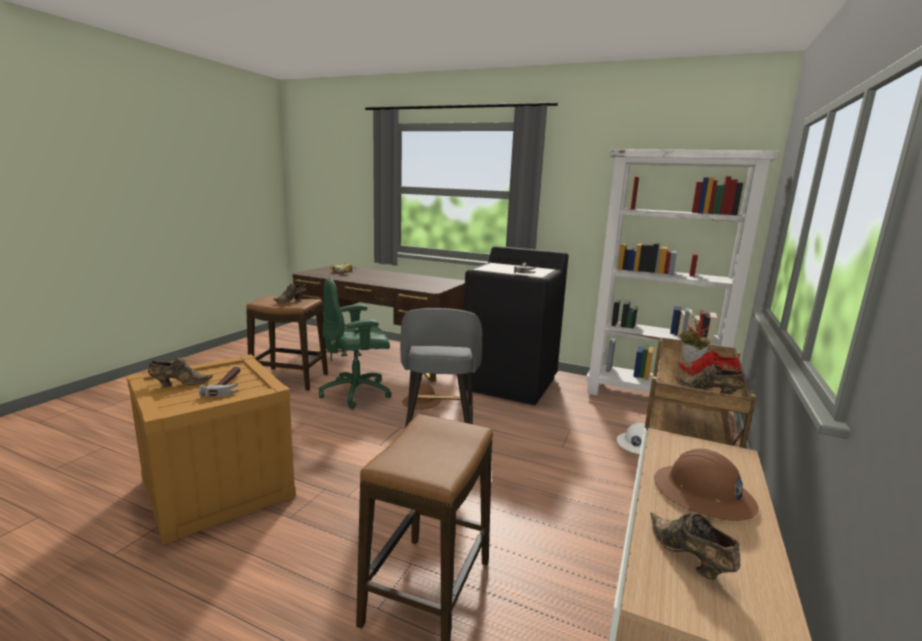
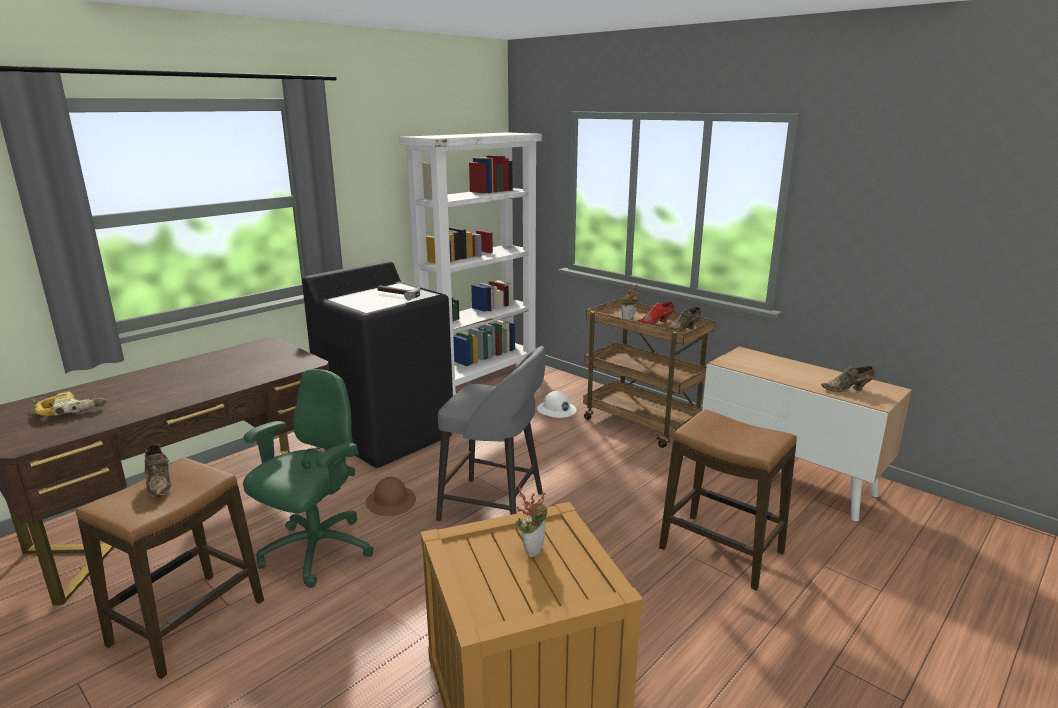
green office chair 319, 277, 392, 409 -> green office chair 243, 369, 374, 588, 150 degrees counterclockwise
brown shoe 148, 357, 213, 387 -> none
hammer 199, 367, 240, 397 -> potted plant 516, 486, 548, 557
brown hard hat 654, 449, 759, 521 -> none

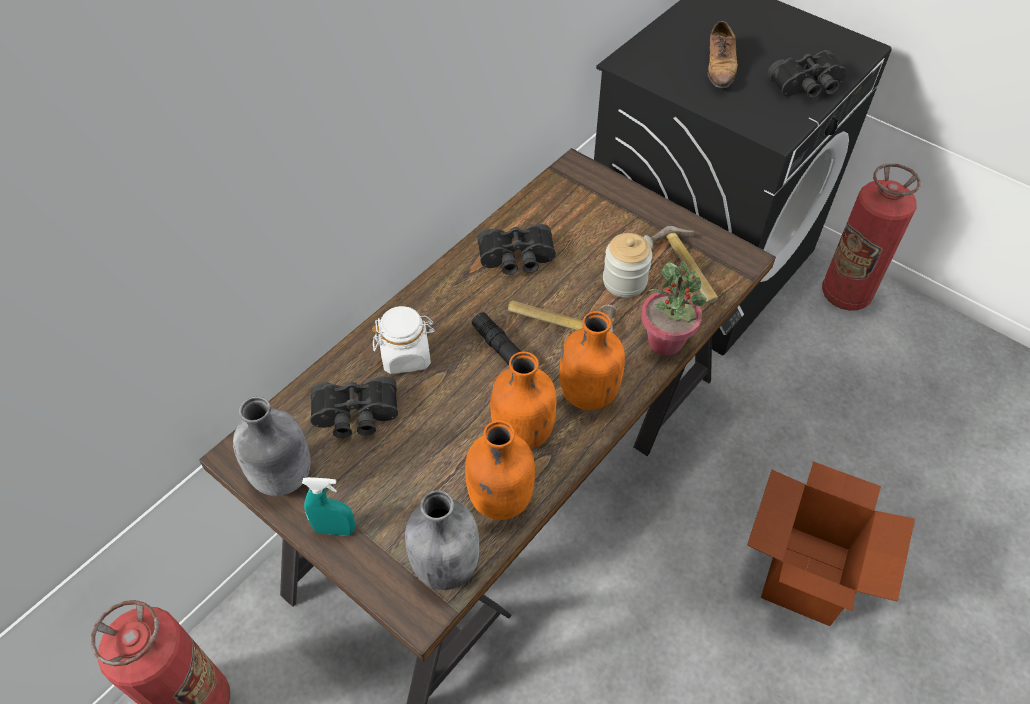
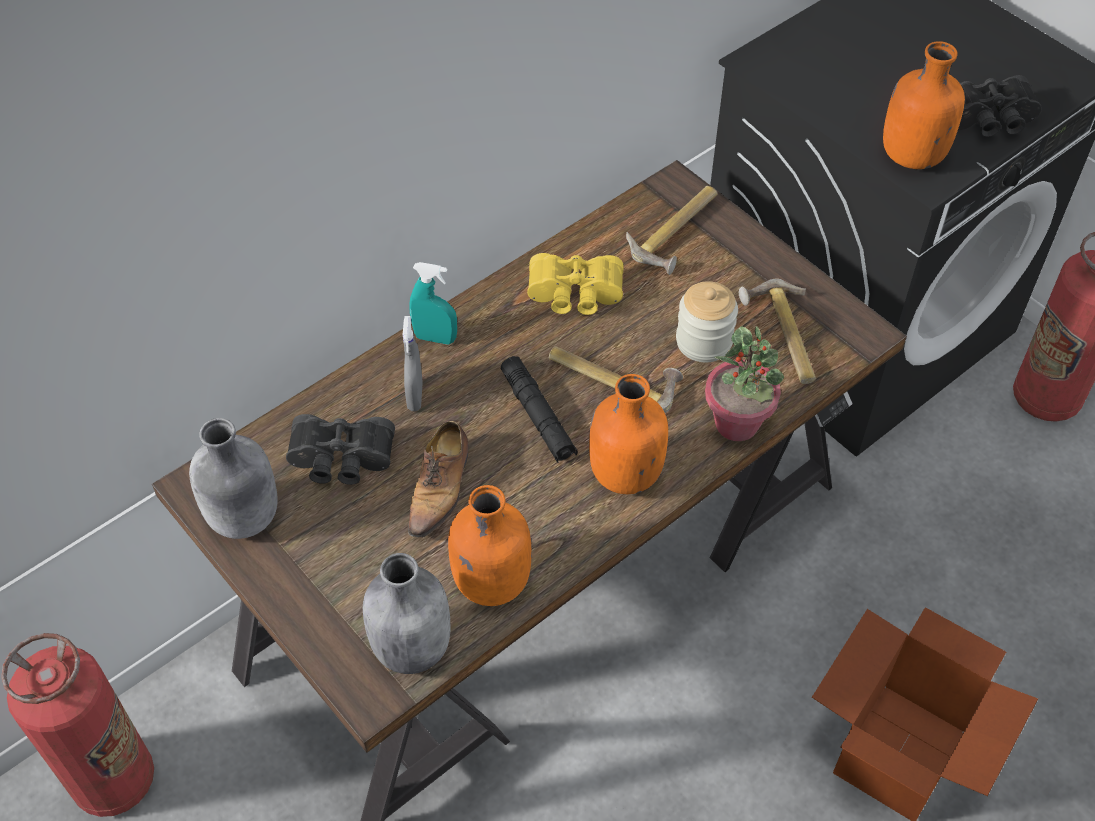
shoe 708, 21, 738, 93 -> shoe 408, 421, 468, 538, shifted
black binoculars 477, 224, 556, 275 -> yellow binoculars 527, 253, 623, 315
white jar 372, 306, 435, 374 -> grey spray bottle 403, 316, 423, 411
orange bottle 490, 352, 556, 450 -> orange bottle 883, 41, 965, 169, shifted
turquoise spray bottle 302, 477, 355, 536 -> turquoise spray bottle 409, 262, 457, 344, shifted
none -> hammer 626, 186, 717, 275

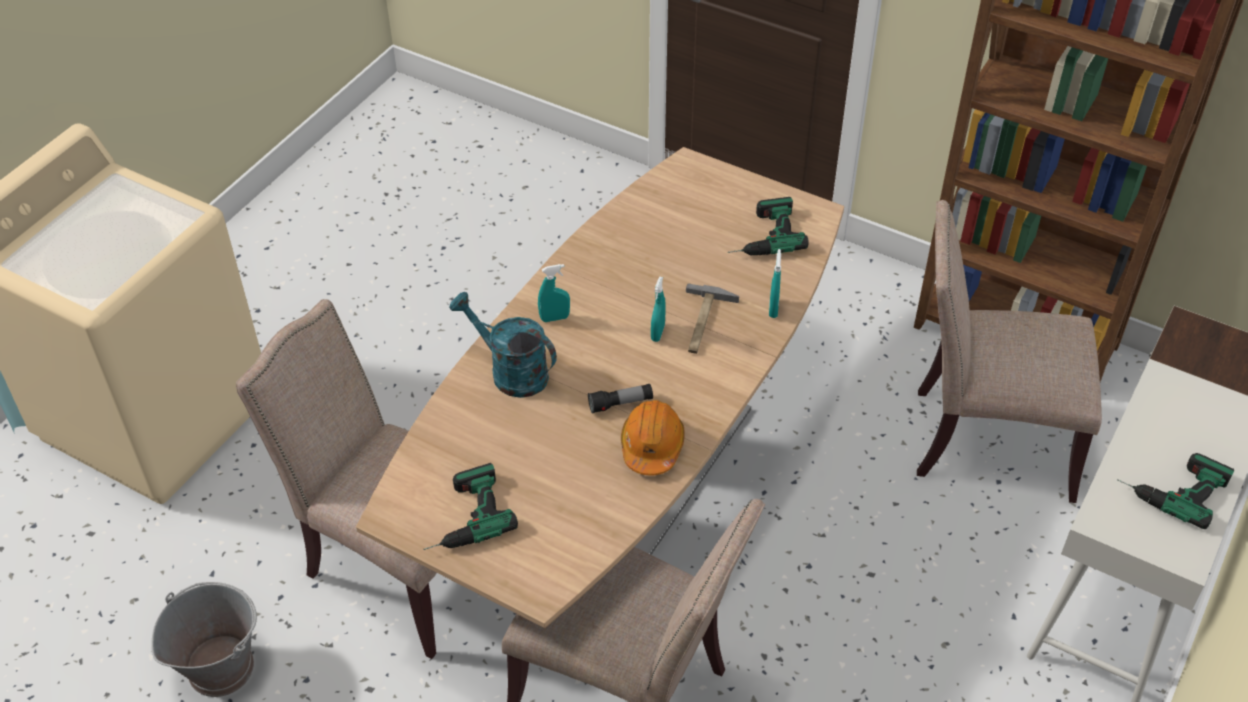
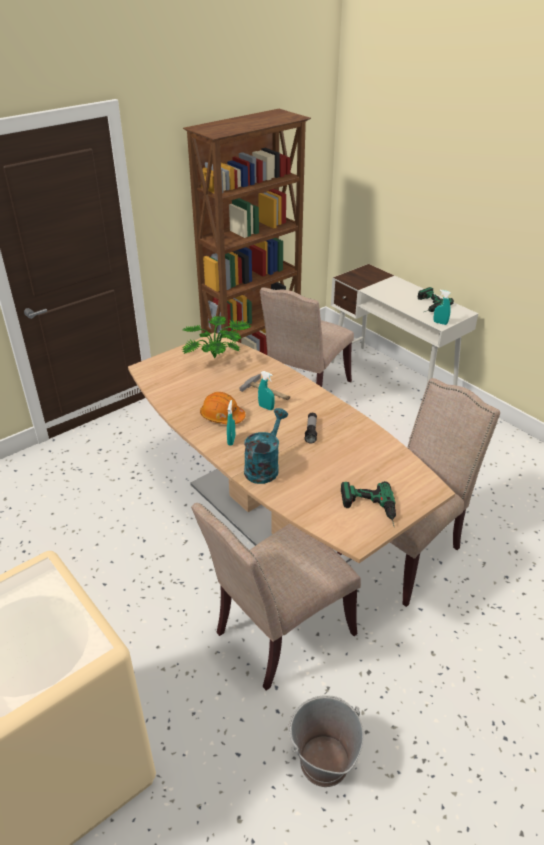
power drill 728, 197, 809, 255 -> potted plant 182, 316, 251, 358
turquoise spray bottle 769, 249, 781, 318 -> turquoise spray bottle 434, 290, 451, 325, shifted
turquoise watering can 449, 292, 557, 398 -> turquoise watering can 244, 408, 288, 484, 150 degrees clockwise
orange hard hat 621, 400, 685, 476 -> orange hard hat 200, 392, 246, 424, shifted

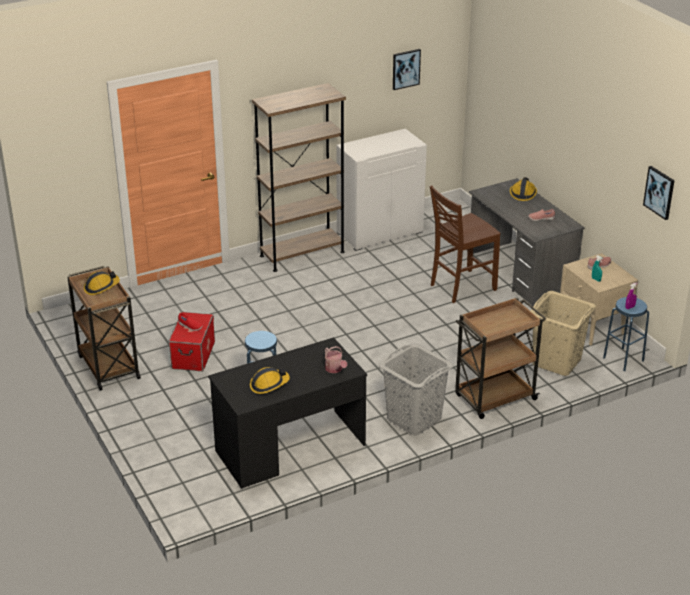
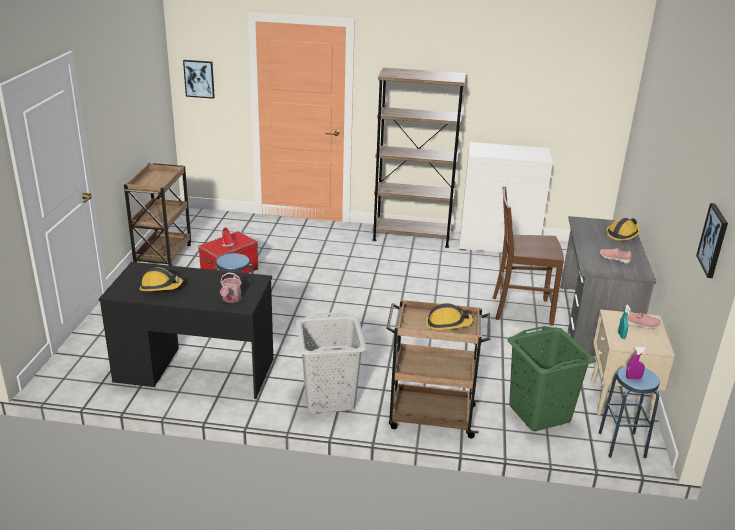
picture 393, 49, 421, 90 -> picture 183, 60, 215, 99, shifted
hard hat 84, 271, 120, 295 -> hard hat 426, 303, 473, 330, shifted
beige laundry basket 531, 291, 596, 376 -> green laundry basket 508, 326, 596, 431

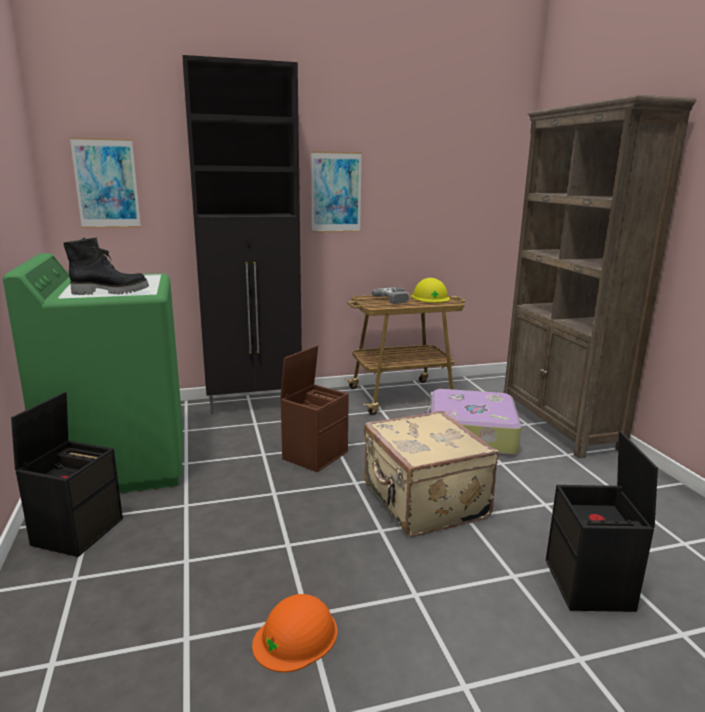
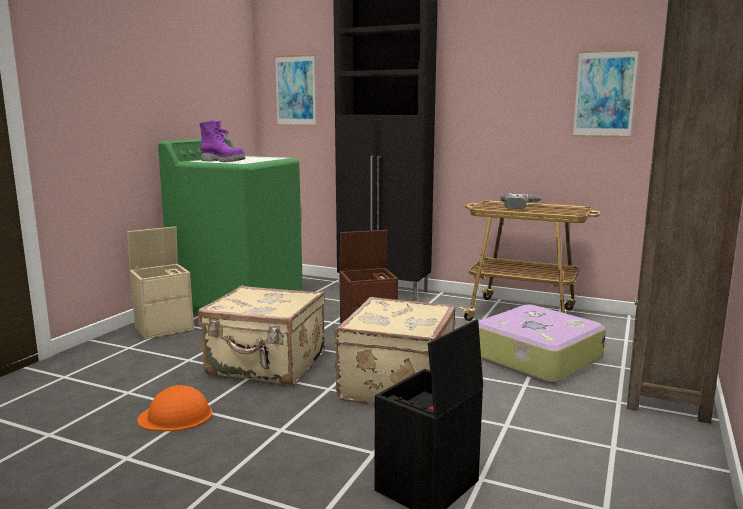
picture 311, 151, 362, 233 -> picture 573, 49, 639, 137, shifted
black boot 63, 237, 149, 295 -> purple boot 199, 120, 246, 162
yellow hard hat 412, 278, 450, 303 -> none
black storage box 11, 392, 123, 557 -> beige storage box 127, 226, 194, 339
none -> beige suitcase 198, 285, 325, 385

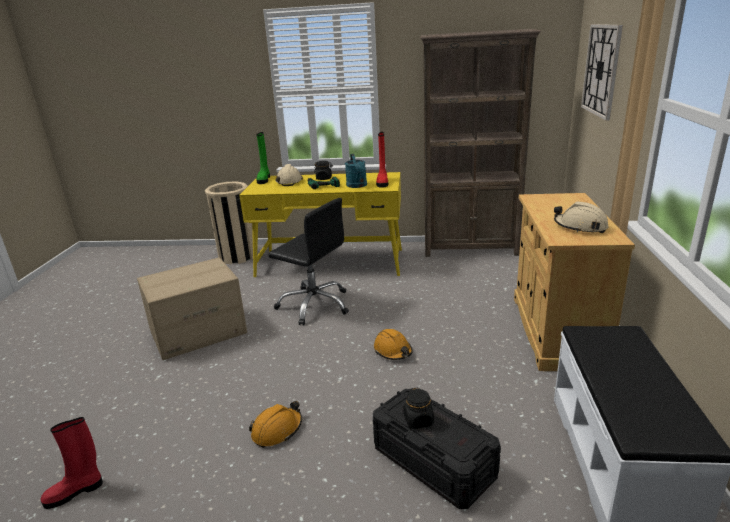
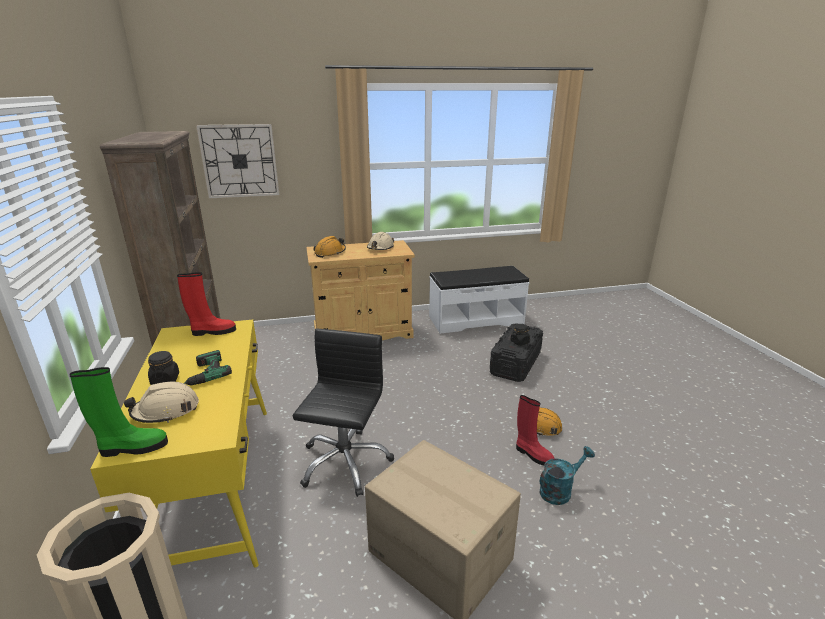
turquoise watering can 345, 154, 367, 188 -> turquoise watering can 540, 446, 595, 505, shifted
orange hard hat 374, 329, 413, 360 -> orange hard hat 313, 236, 346, 258, shifted
red boot 41, 417, 103, 509 -> red boot 516, 395, 555, 466, shifted

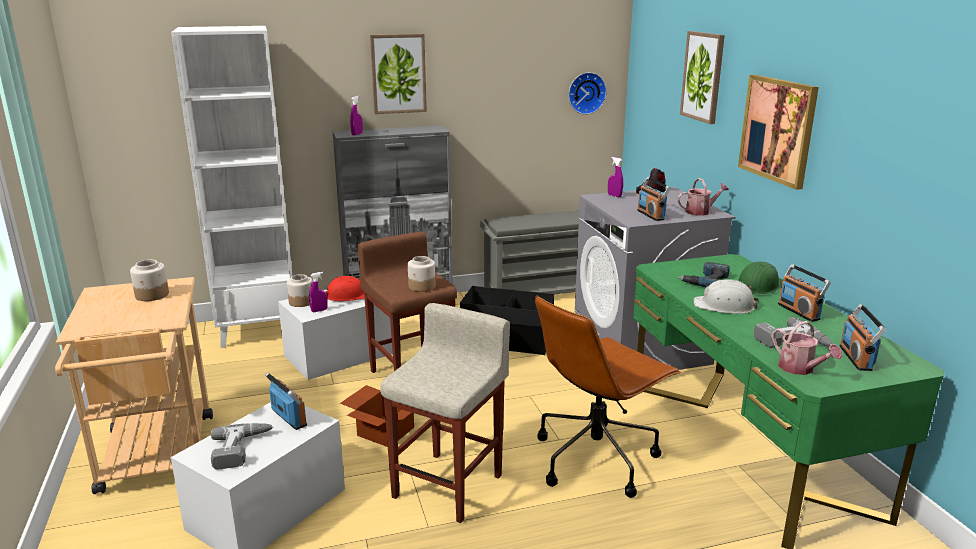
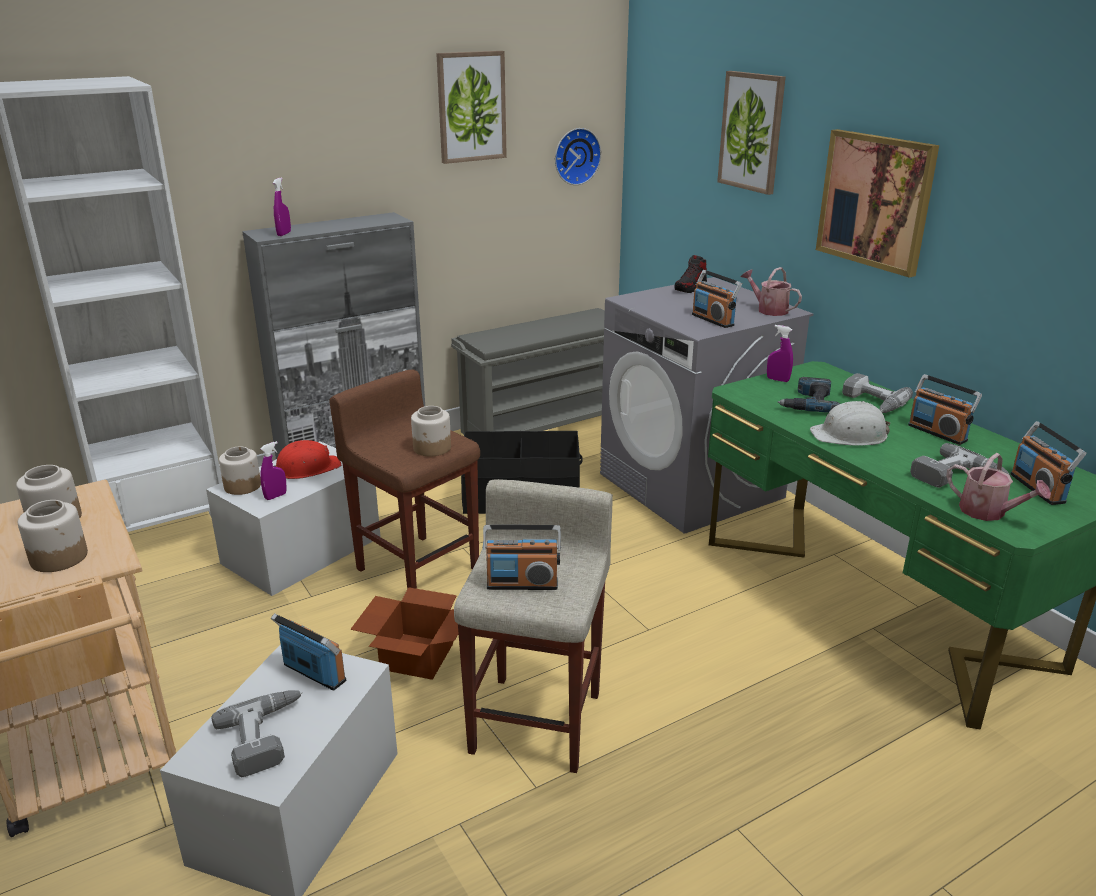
picture 370, 34, 427, 114 -> picture 436, 51, 507, 164, shifted
purple spray bottle 608, 157, 623, 197 -> purple spray bottle 767, 325, 793, 382, shifted
watering can 678, 178, 729, 216 -> watering can 741, 267, 802, 316, 105 degrees counterclockwise
green hard hat 738, 261, 782, 294 -> power drill 842, 373, 913, 413
brown office chair 535, 296, 681, 498 -> none
none -> jar 18, 500, 88, 572
none -> radio 482, 525, 561, 590

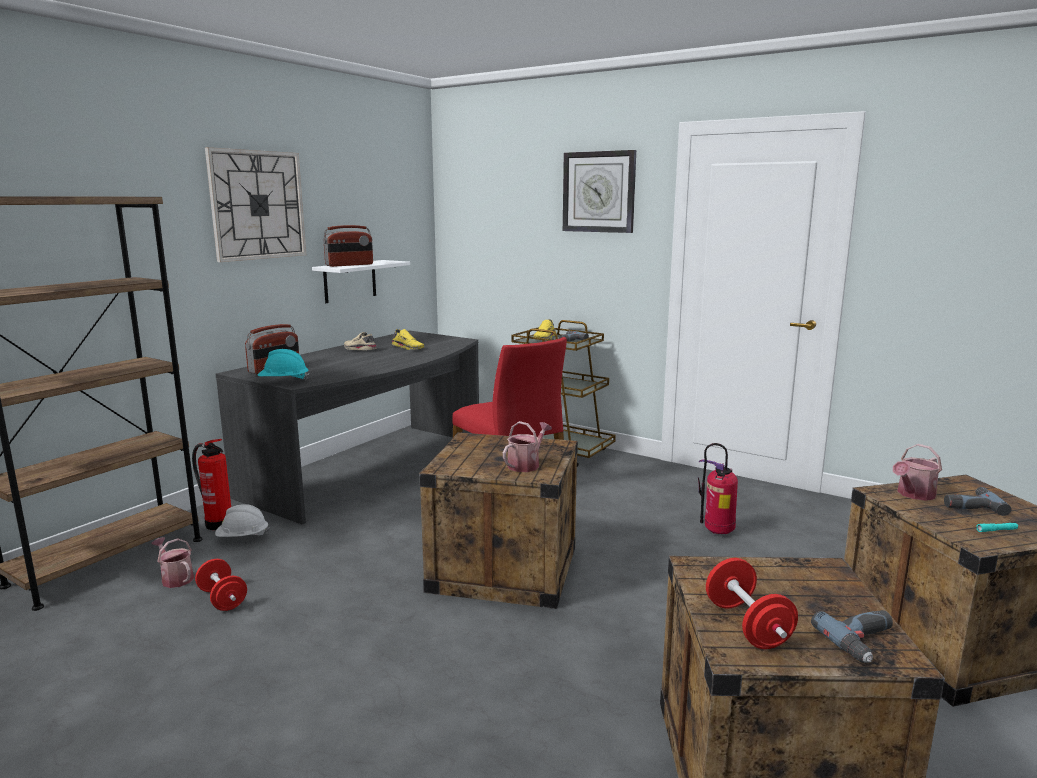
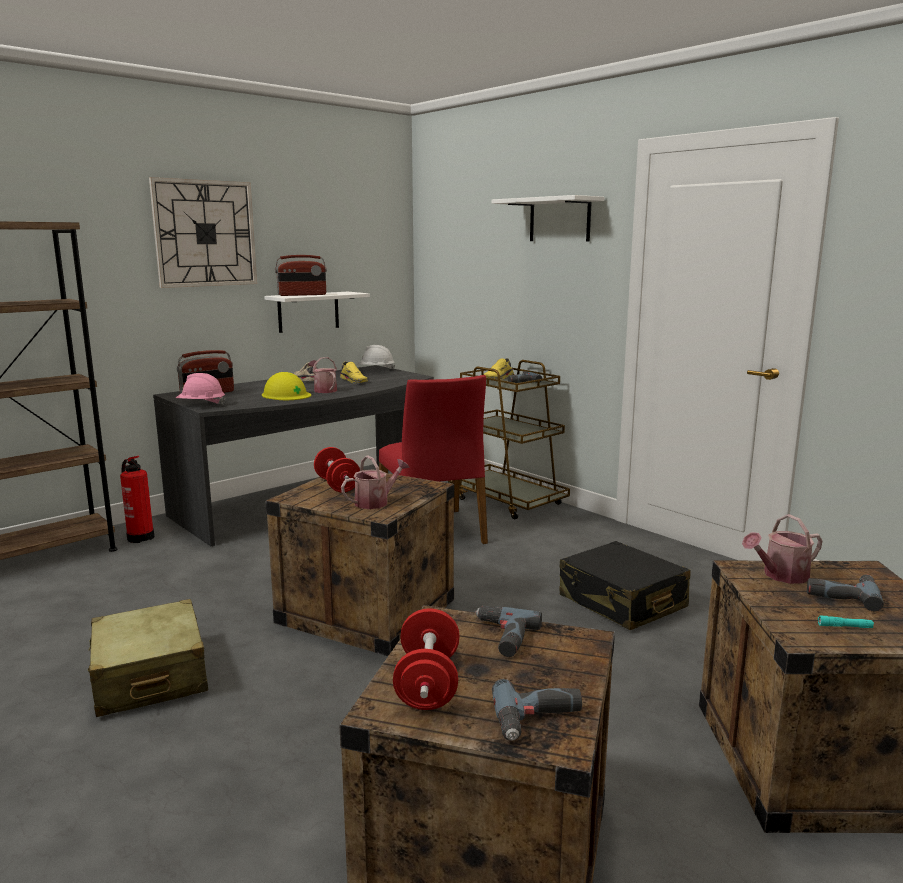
wall clock 563, 150, 636, 233 -> white shelf 491, 195, 604, 241
turquoise hard hat 258, 349, 310, 381 -> pink hard hat 176, 373, 226, 406
fire extinguisher 698, 443, 738, 534 -> black suitcase 560, 541, 691, 630
white hard hat 215, 504, 269, 537 -> white hard hat 357, 345, 395, 370, shifted
watering can 152, 537, 194, 588 -> watering can 308, 357, 337, 393, shifted
red dumbbell 195, 559, 247, 611 -> red dumbbell 314, 447, 360, 493, shifted
none -> yellow hard hat 262, 372, 311, 400
none -> beige suitcase 88, 599, 208, 717
none -> power drill 475, 606, 542, 657

